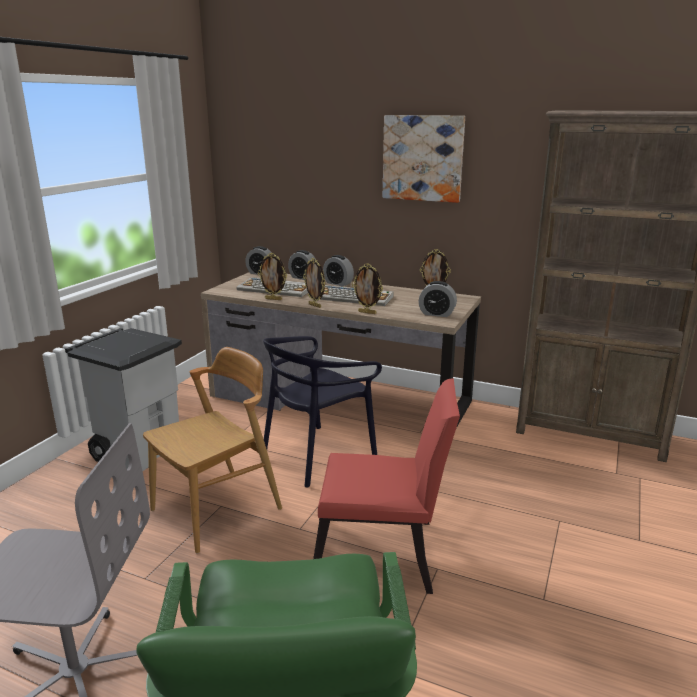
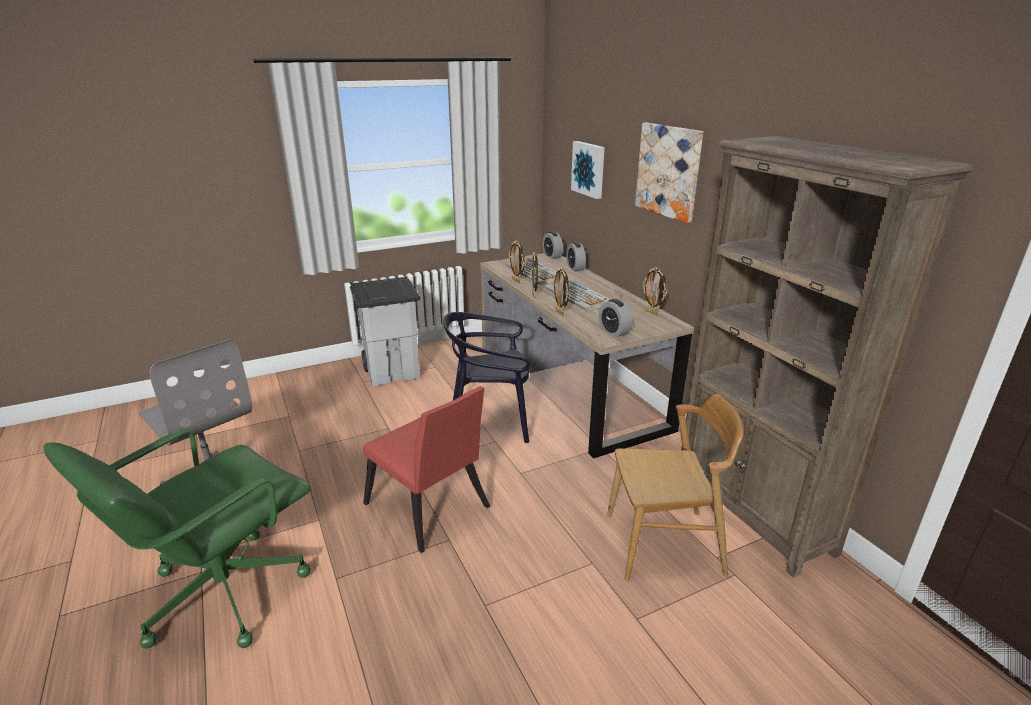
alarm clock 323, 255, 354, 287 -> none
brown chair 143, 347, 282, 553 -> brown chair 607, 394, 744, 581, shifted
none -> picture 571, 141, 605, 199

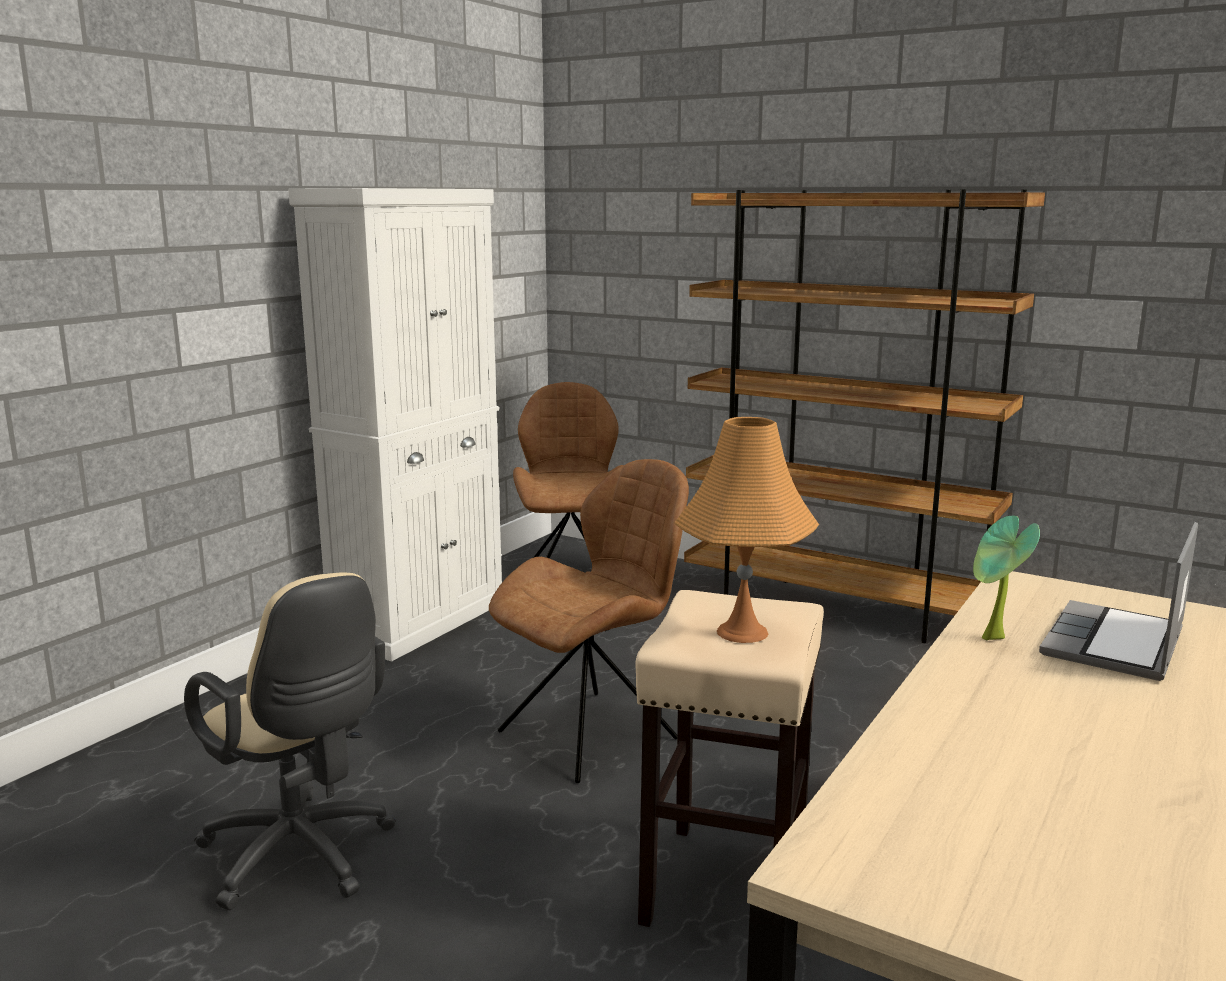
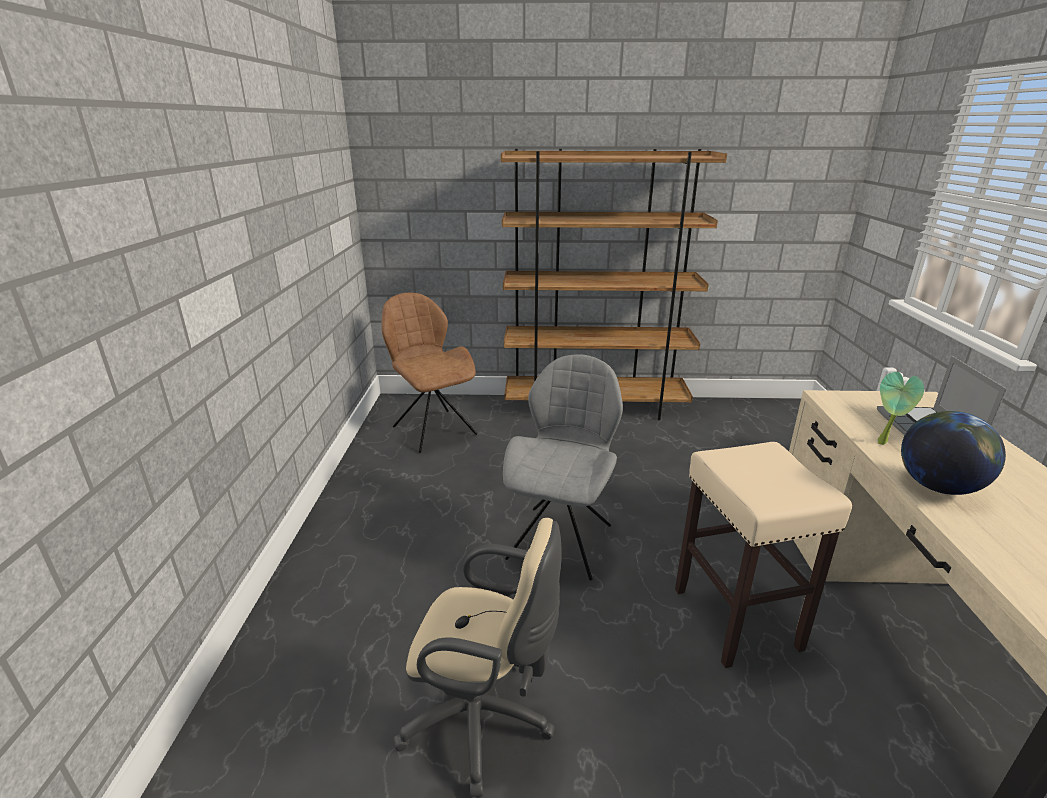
white cabinet 288, 188, 502, 662 -> none
orange table lamp 674, 417, 819, 643 -> none
brown chair 489, 459, 689, 783 -> grey chair 503, 354, 623, 581
none -> globe 901, 411, 1006, 495

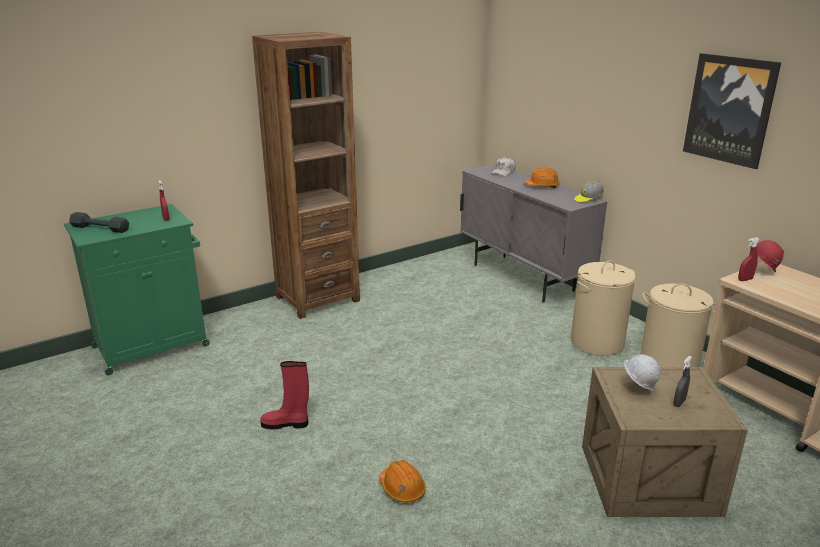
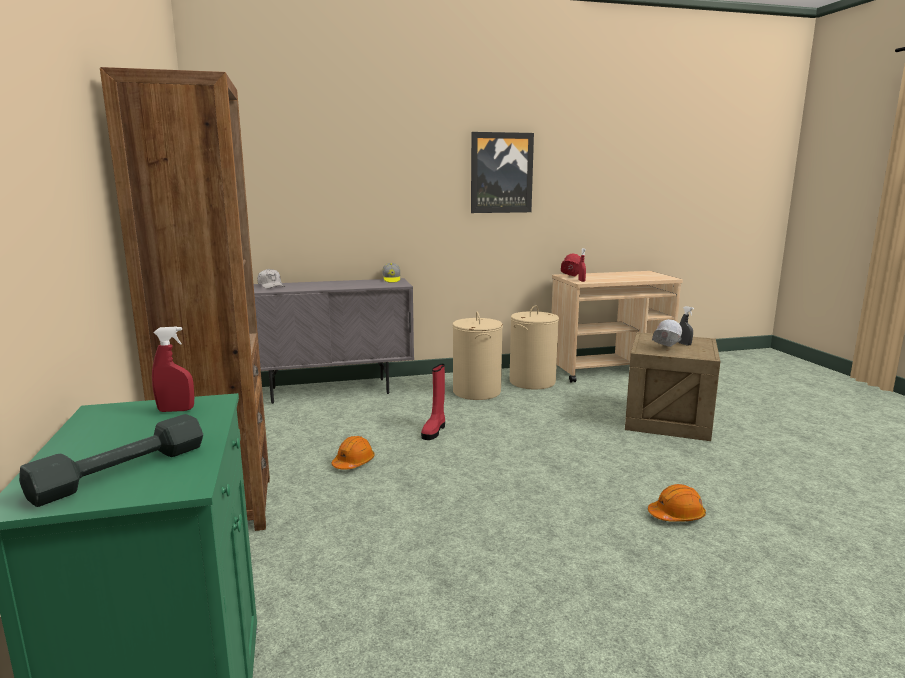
orange hard hat 525, 167, 560, 188 -> orange hard hat 331, 436, 375, 470, shifted
red boot 260, 361, 309, 429 -> red boot 421, 364, 445, 440, shifted

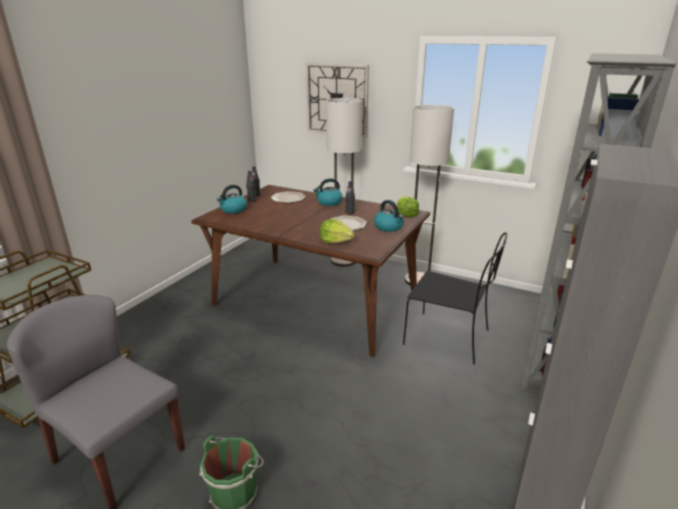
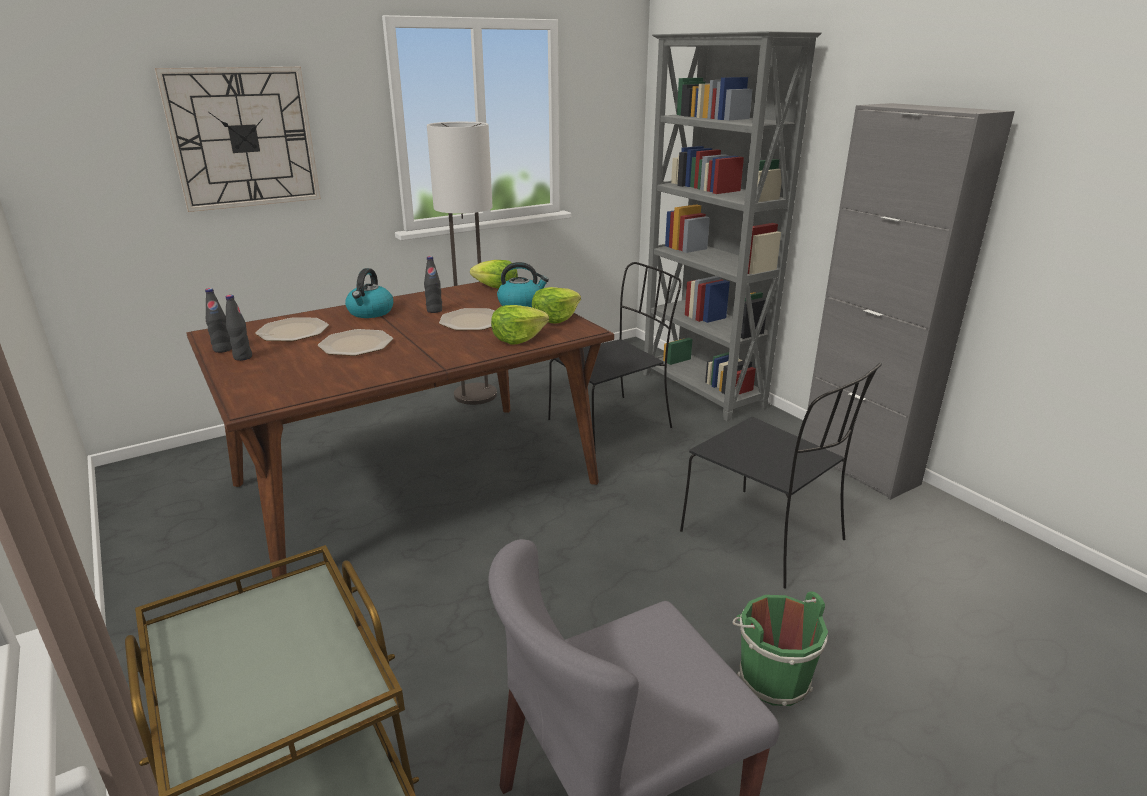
floor lamp 326, 98, 363, 267 -> none
kettle 217, 185, 247, 214 -> none
none -> lettuce 532, 287, 581, 324
none -> plate 318, 329, 393, 356
none -> black chair 680, 363, 882, 589

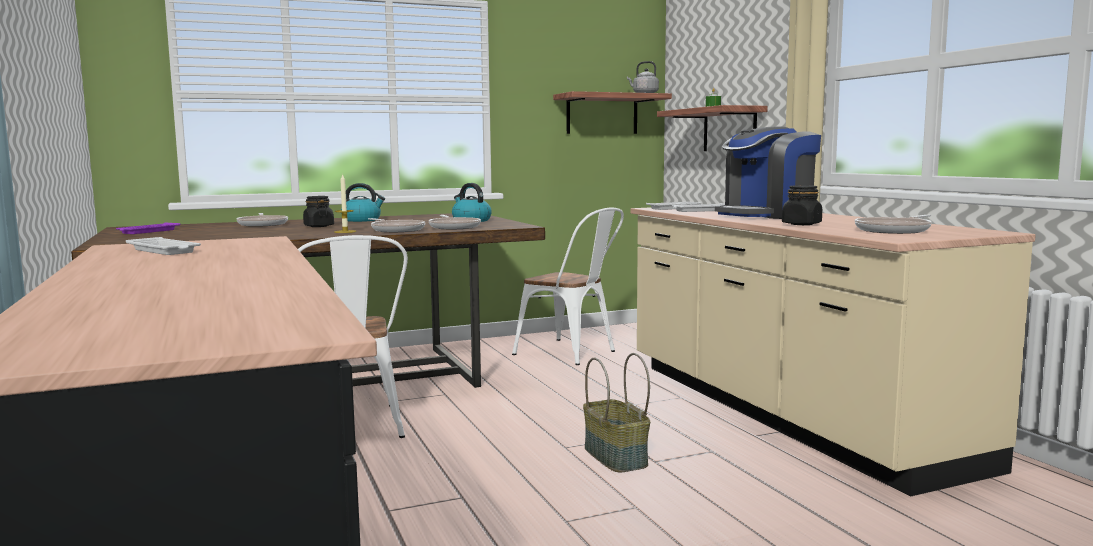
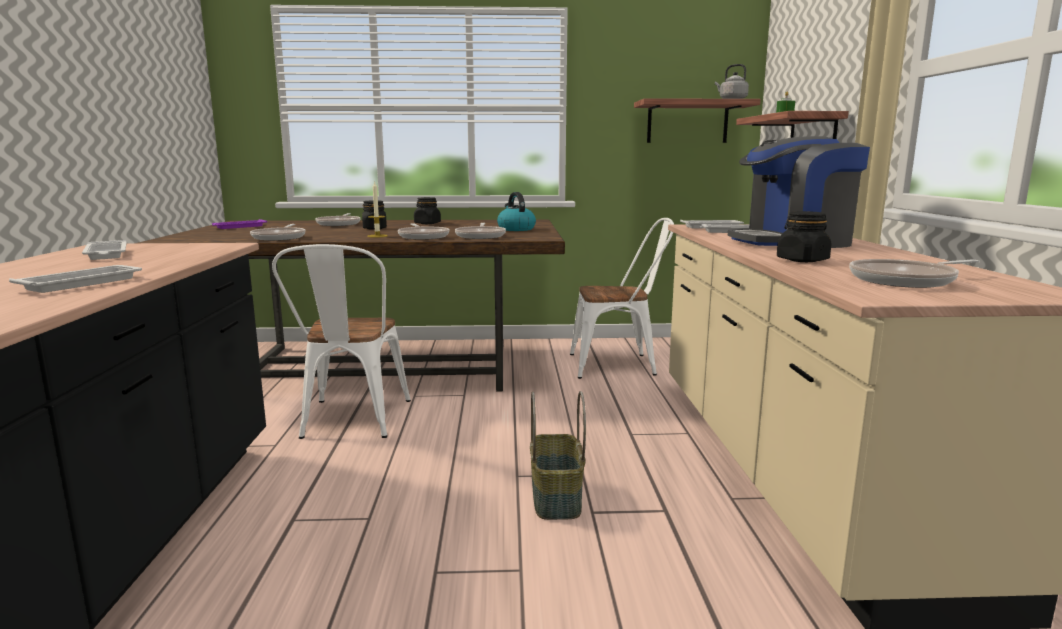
kettle 341, 183, 385, 222 -> black jar 414, 197, 441, 224
white chair 512, 208, 624, 365 -> white chair 570, 218, 674, 379, 60 degrees counterclockwise
none -> frying pan 250, 224, 305, 241
none -> white tray 9, 265, 142, 293

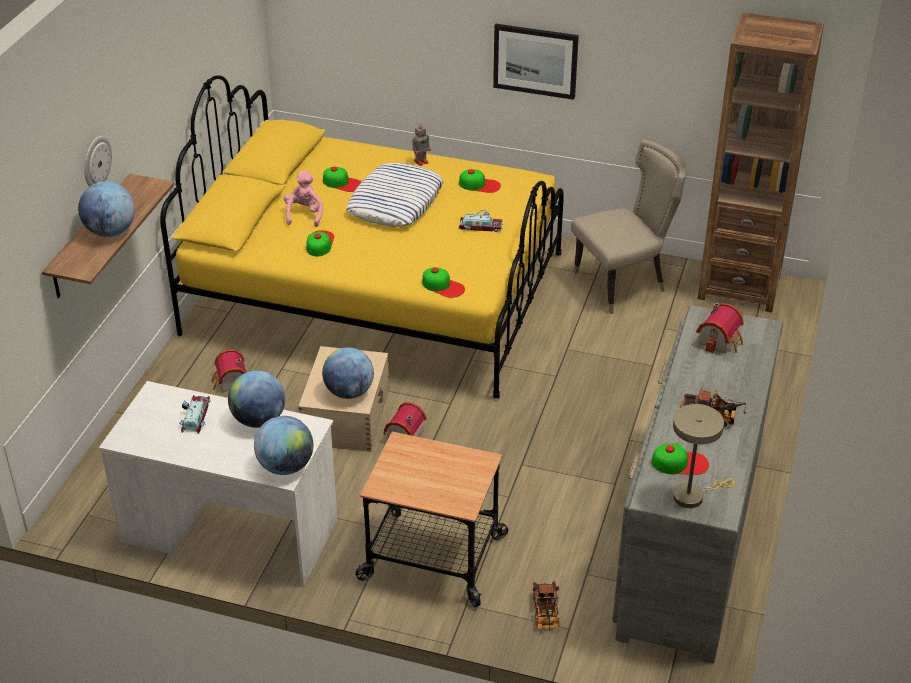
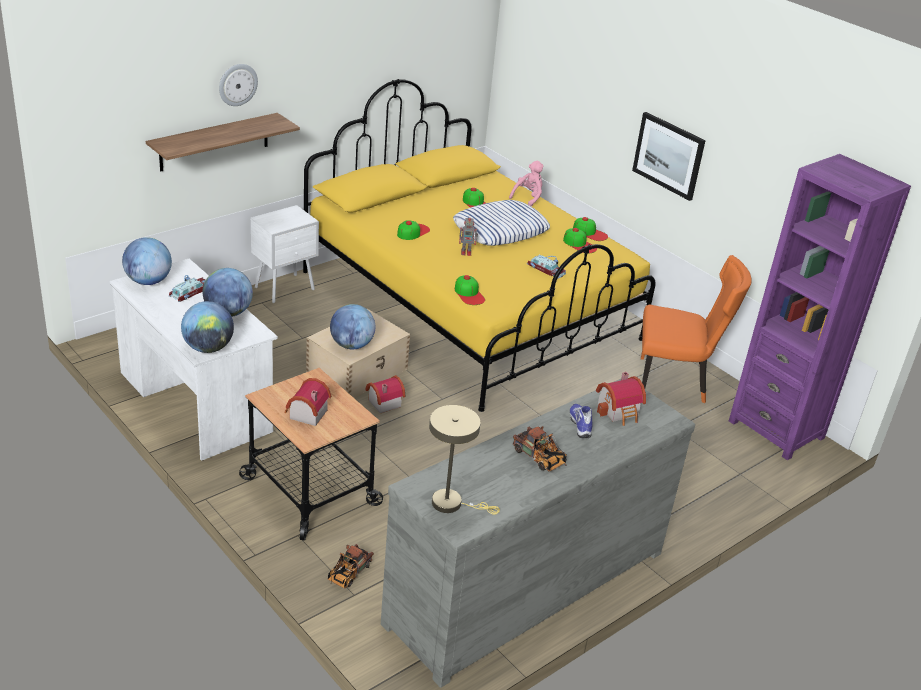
brown bookcase 698, 13, 824, 312 -> purple bookcase 729, 154, 911, 460
toy robot 412, 123, 431, 166 -> toy robot 459, 217, 478, 256, shifted
beige chair 571, 139, 687, 314 -> orange chair 641, 255, 752, 403
pink plush toy 284, 170, 323, 227 -> pink plush toy 509, 161, 544, 206, shifted
globe 78, 181, 135, 237 -> globe 122, 237, 172, 285, shifted
toy house 211, 349, 246, 392 -> toy house 285, 378, 331, 426, shifted
cap 652, 444, 709, 475 -> cap 573, 217, 608, 241, shifted
none -> white nightstand 251, 205, 319, 303
none -> shoe 569, 404, 593, 438

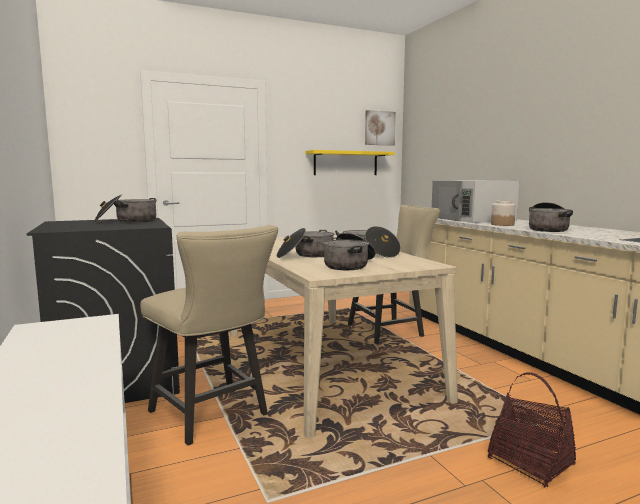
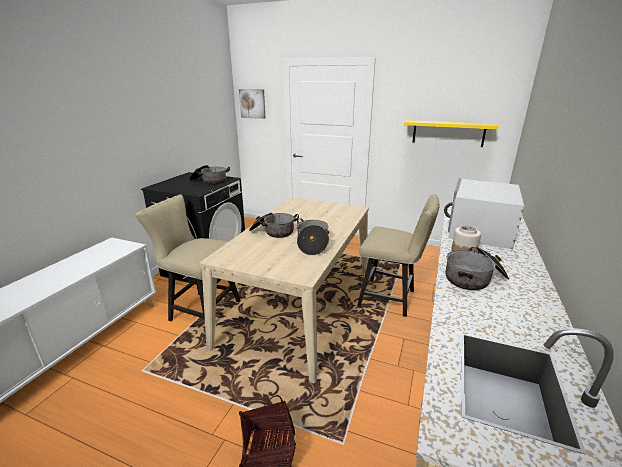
picture 365, 110, 396, 146 -> picture 239, 89, 266, 119, shifted
beige chair 140, 225, 278, 445 -> beige chair 136, 194, 241, 322, 105 degrees clockwise
cooking pot 323, 233, 376, 270 -> none

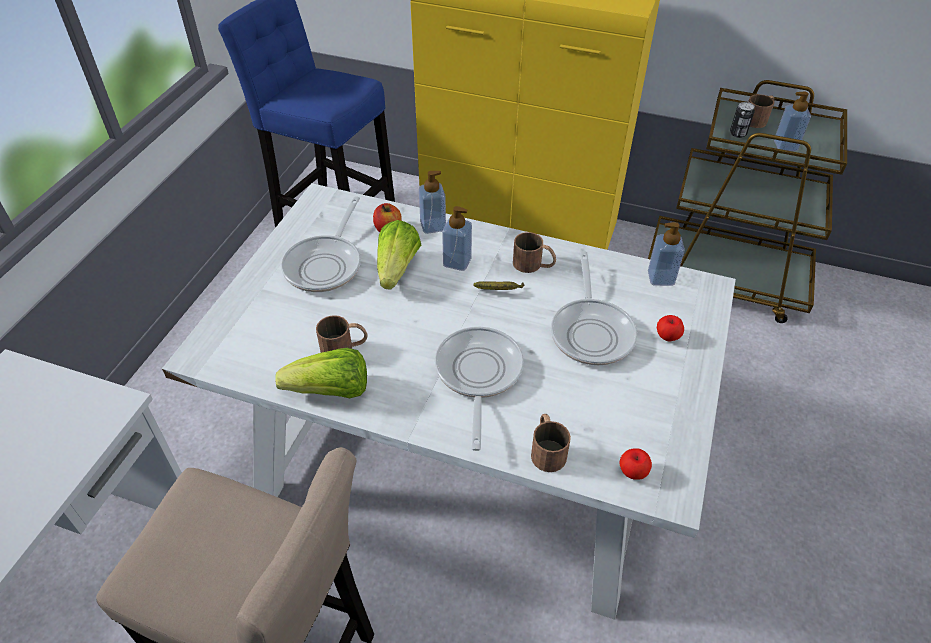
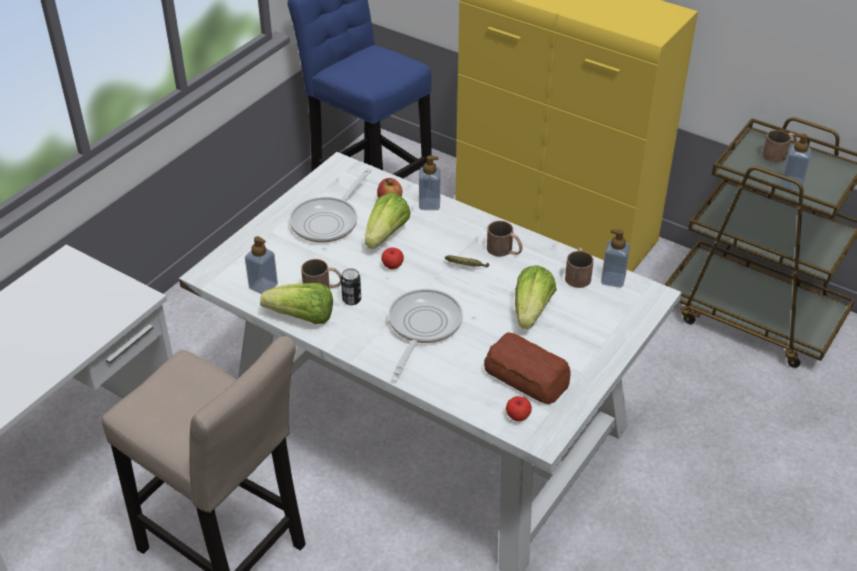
can 730, 102, 755, 138 -> can 341, 268, 361, 305, shifted
soap dispenser 442, 206, 472, 271 -> soap dispenser 245, 236, 278, 294, shifted
frying pan 551, 251, 637, 365 -> lettuce 515, 265, 557, 329
apple 657, 315, 684, 341 -> apple 381, 248, 404, 269, shifted
brown mug 531, 414, 571, 472 -> brown mug 565, 247, 594, 288, shifted
none -> bread 484, 332, 571, 404

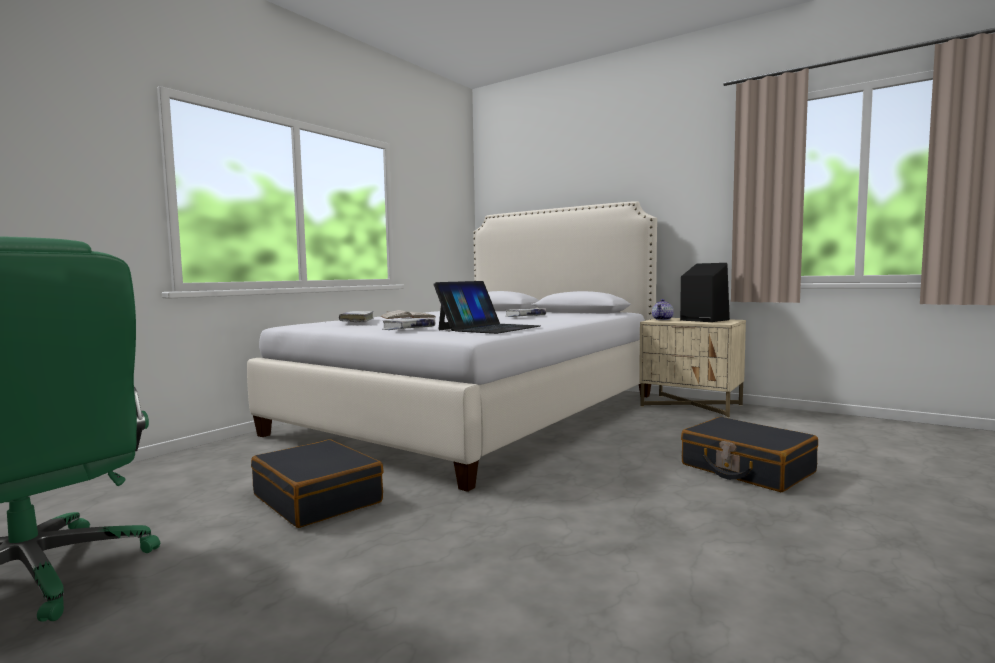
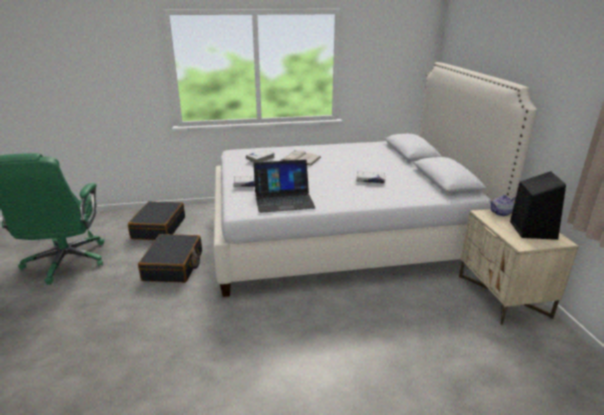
black suitcase 681, 417, 818, 492 -> black suitcase 128, 201, 185, 240, shifted

